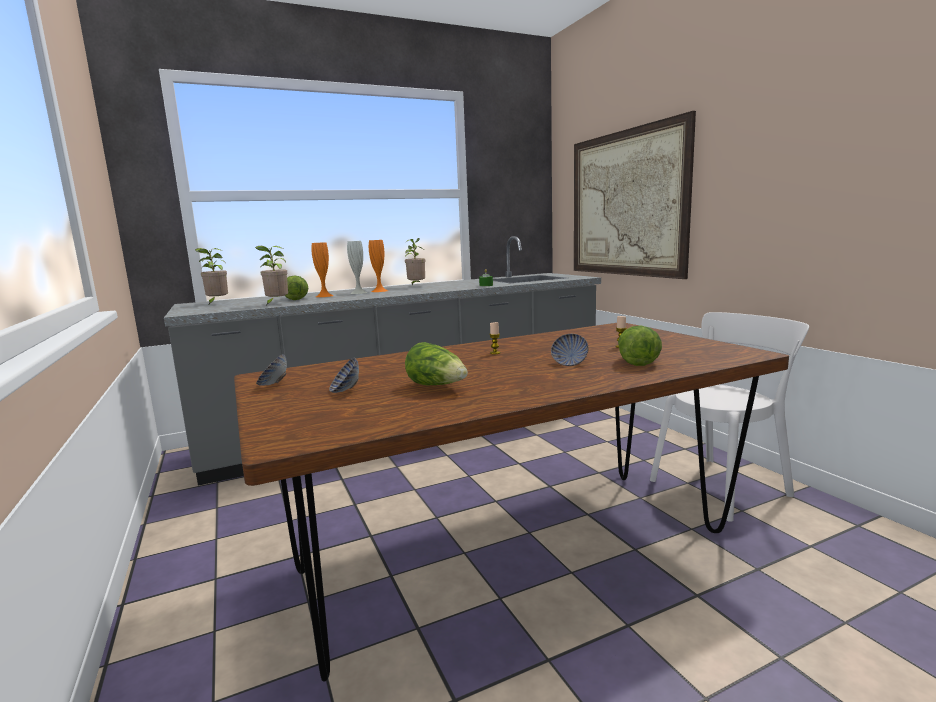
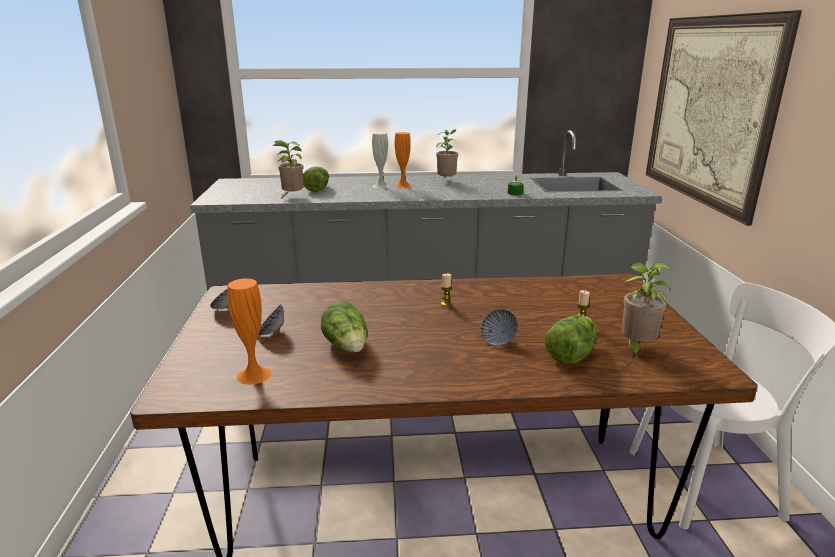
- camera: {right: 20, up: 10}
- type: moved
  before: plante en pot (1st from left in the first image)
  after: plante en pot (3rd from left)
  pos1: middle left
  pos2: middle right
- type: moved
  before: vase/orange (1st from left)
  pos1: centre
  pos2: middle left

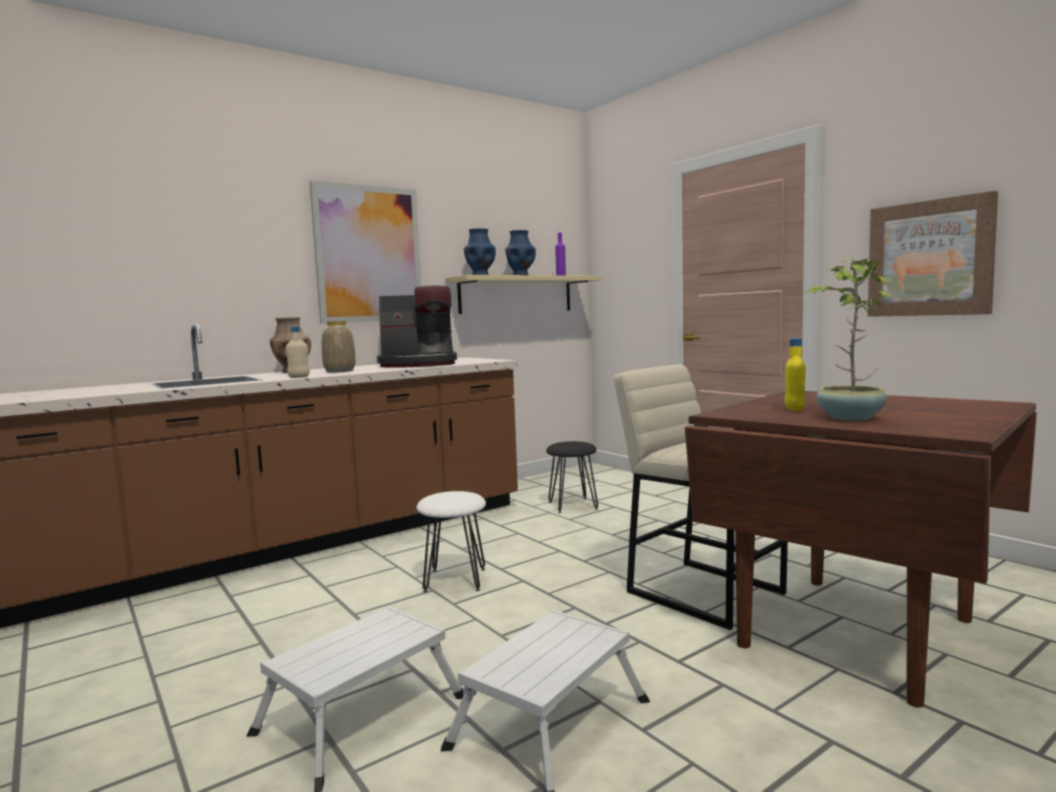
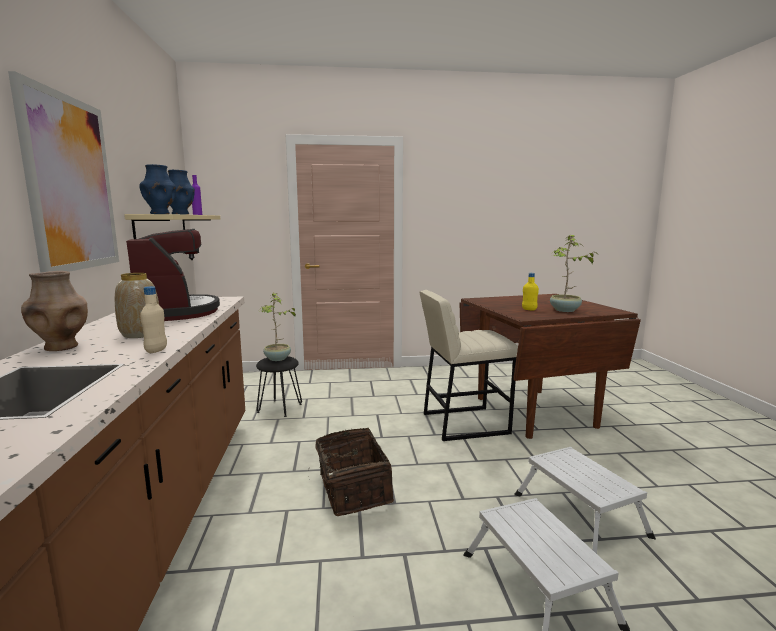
- camera: {right: -60, up: 5}
- type: removed
  before: tableau (2nd from left)
  pos1: top right
- type: added
  after: plante en pot (1st from left)
  pos2: centre
- type: replaced
  before: tabouret/blanc
  after: panier
  pos1: bottom centre
  pos2: bottom centre
- type: turned
  before: machine à café
  pos1: centre
  pos2: middle left
  turn: -45

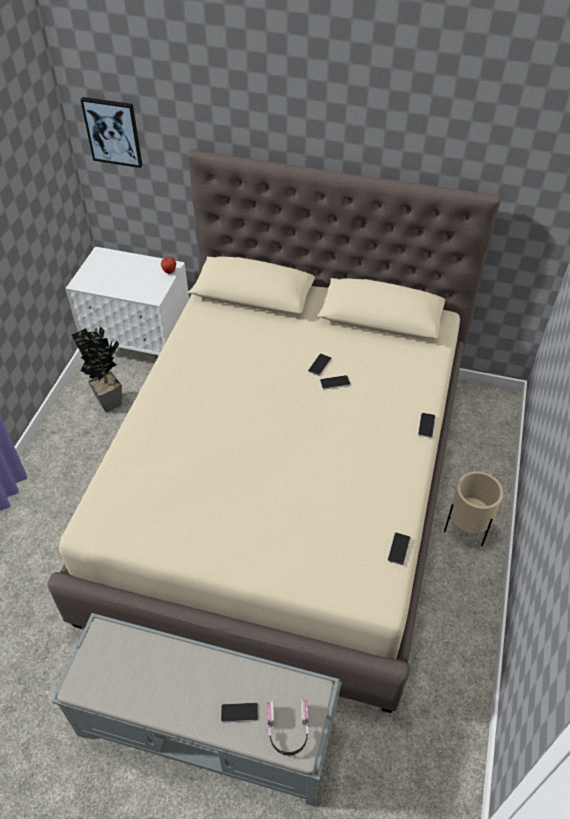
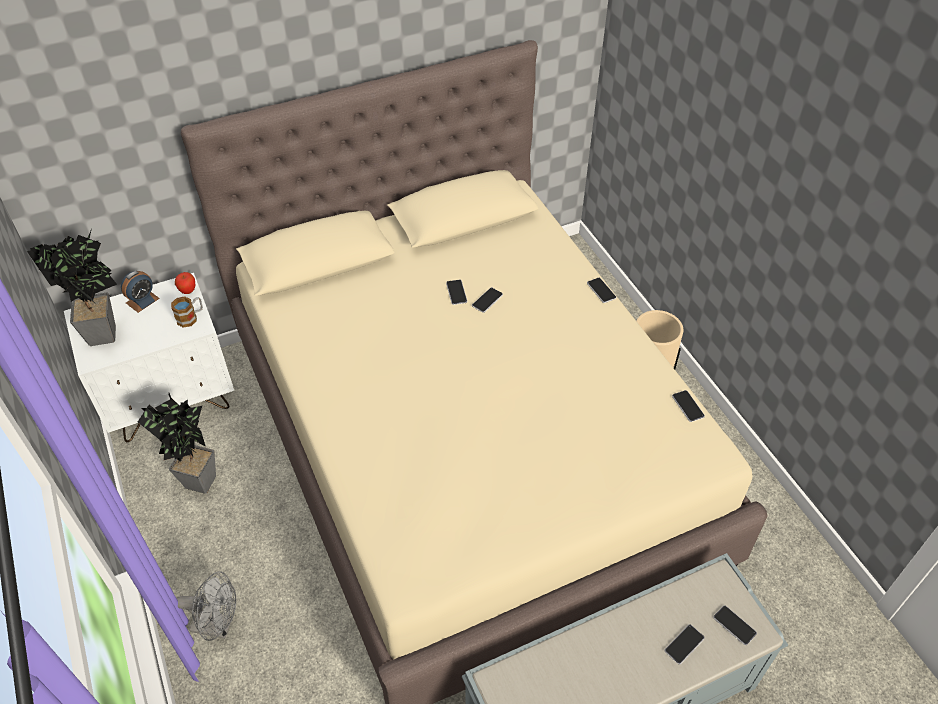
- camera: {right: -40, up: 0}
- type: removed
  before: tableau
  pos1: top left
- type: added
  after: plante en pot (1st from left)
  pos2: middle left
- type: added
  after: réveil
  pos2: middle left
- type: added
  after: mug
  pos2: middle left
- type: added
  after: ventilateur/gris
  pos2: bottom left
- type: replaced
  before: casque audio
  after: téléphone (6th from left)
  pos1: bottom centre
  pos2: bottom right

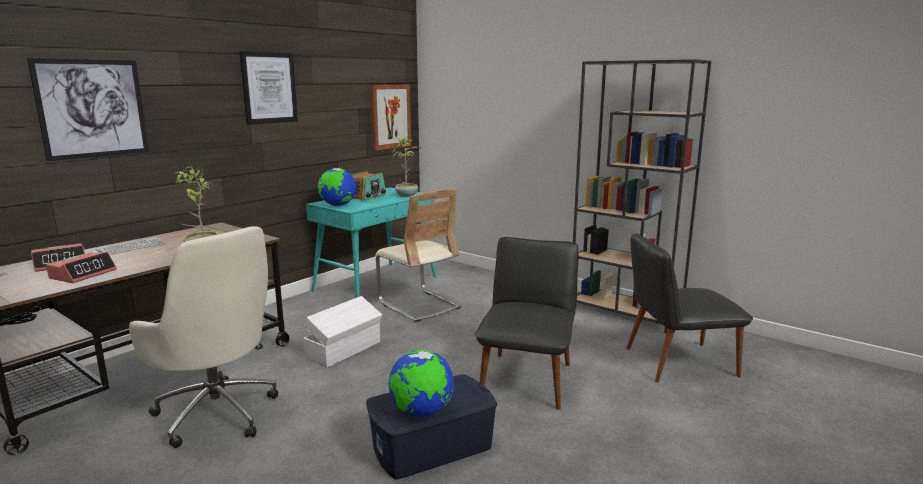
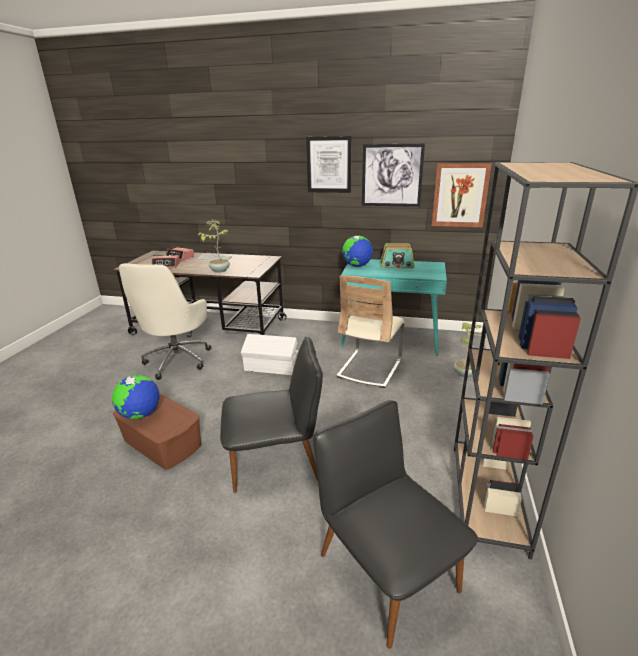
- camera: {right: 65, up: 10}
- type: moved
  before: tableau (1st from left in the first image)
  after: tableau (2nd from left)
  pos1: top left
  pos2: top centre
- type: moved
  before: plante en pot (2nd from left)
  pos1: centre
  pos2: middle right
- type: recoloured
  before: boîte de rangement/bleu
  after: boîte de rangement/marron
  pos1: bottom centre
  pos2: middle left

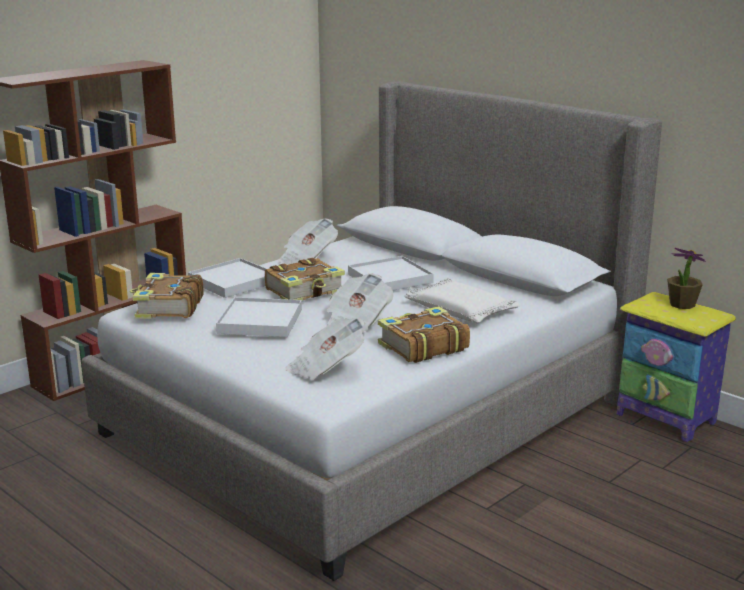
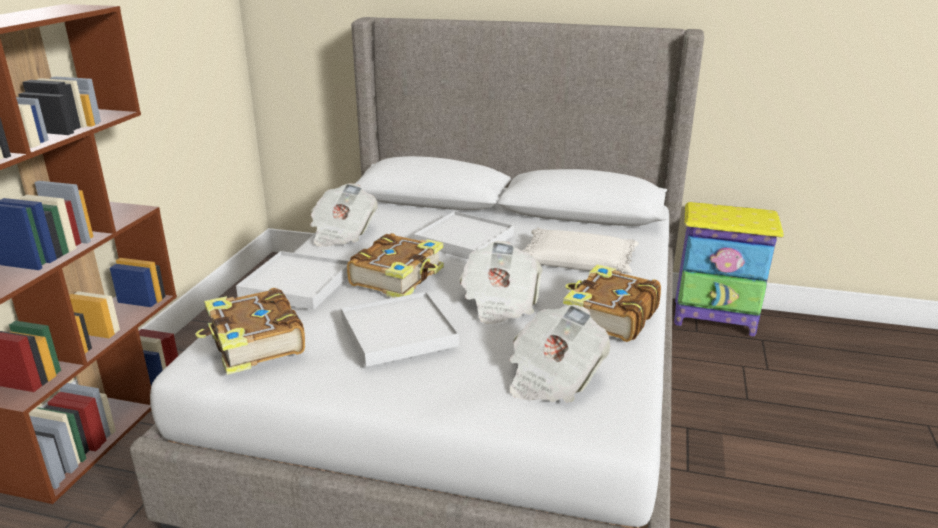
- camera: {right: -30, up: 5}
- type: removed
  before: plante en pot
  pos1: middle right

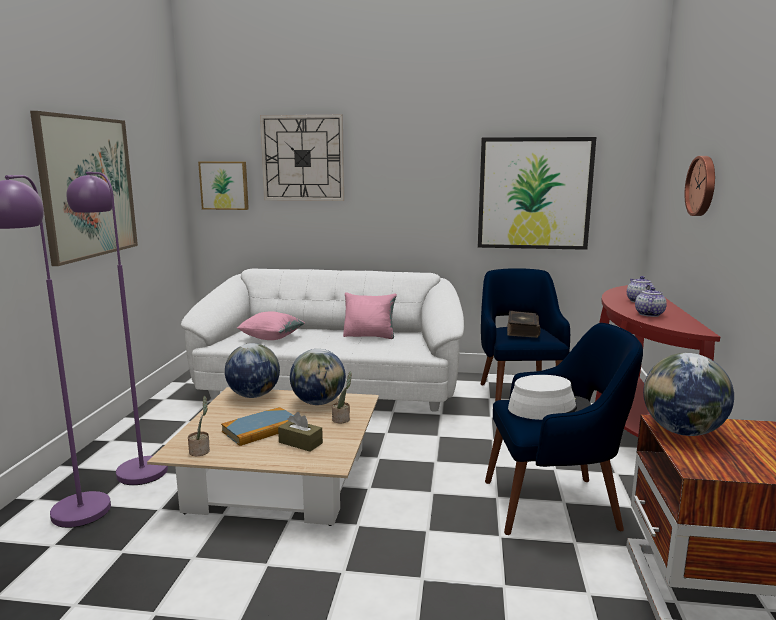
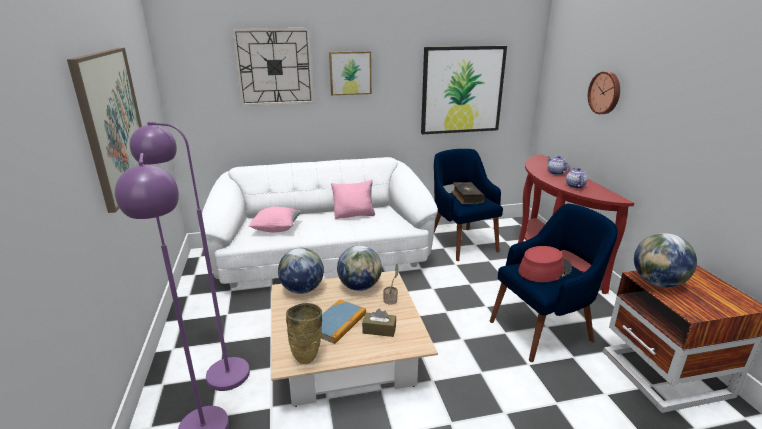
- camera: {right: -20, up: 10}
- type: moved
  before: tableau (2nd from left)
  pos1: top left
  pos2: top centre
- type: replaced
  before: plante en pot (1st from left)
  after: vase/beige
  pos1: bottom left
  pos2: bottom centre
- type: recoloured
  before: chapeau/blanc
  after: chapeau/rouge
  pos1: middle right
  pos2: middle right

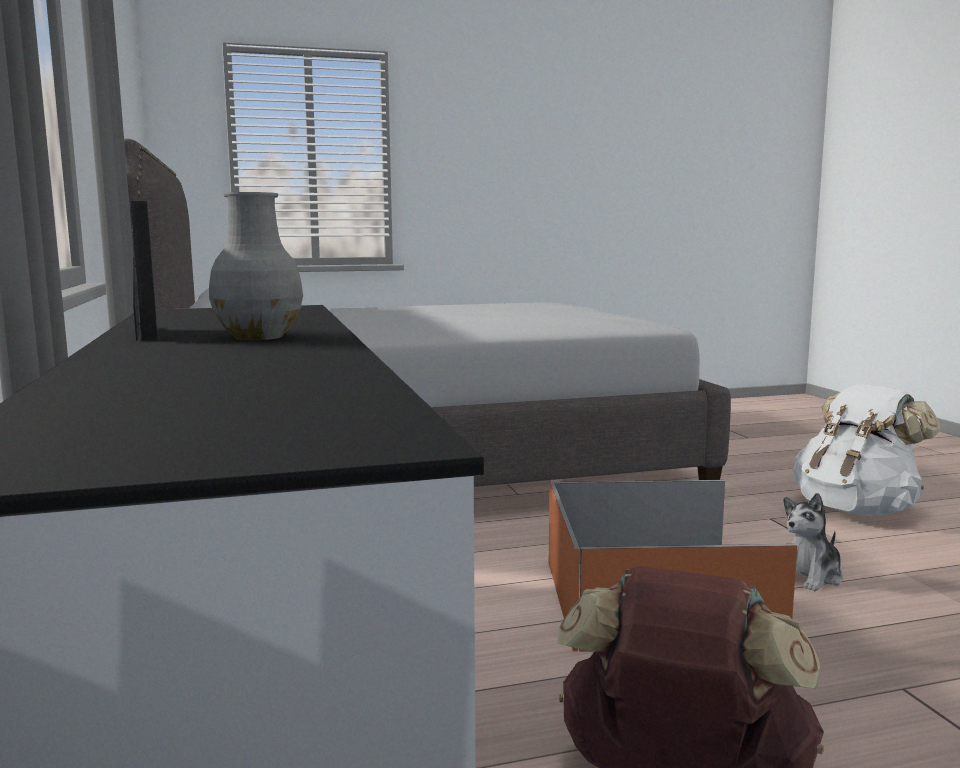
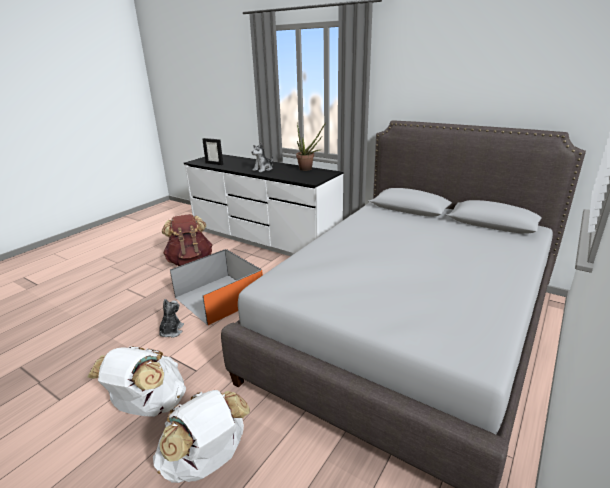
- camera: {right: 140, up: 15}
- type: added
  after: sac à dos/blanc (2nd from left)
  pos2: bottom left
- type: added
  after: plante en pot
  pos2: top centre
- type: moved
  before: cadre photo
  pos1: middle left
  pos2: top centre
- type: replaced
  before: vase/gris
  after: peluche (2nd from left)
  pos1: middle left
  pos2: top centre

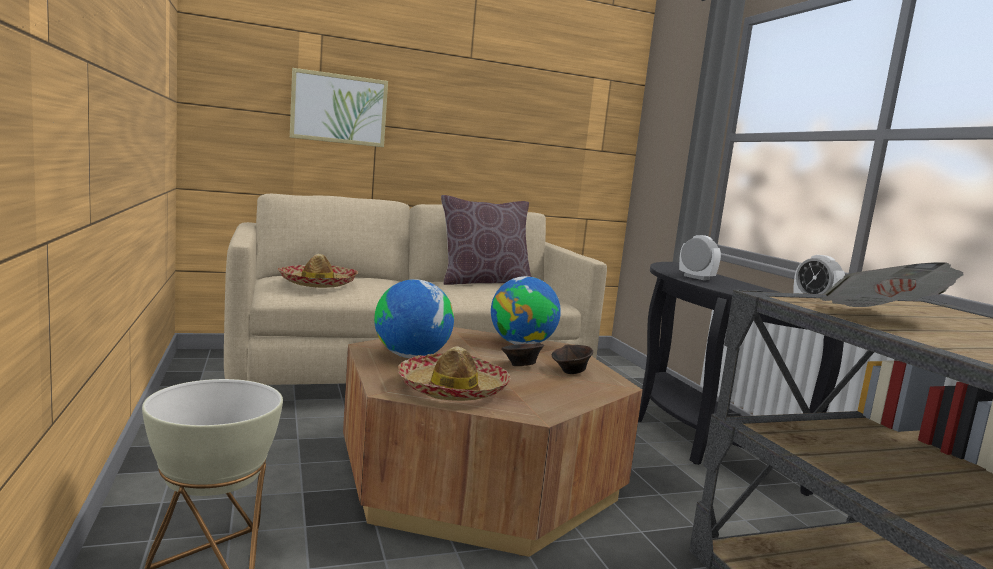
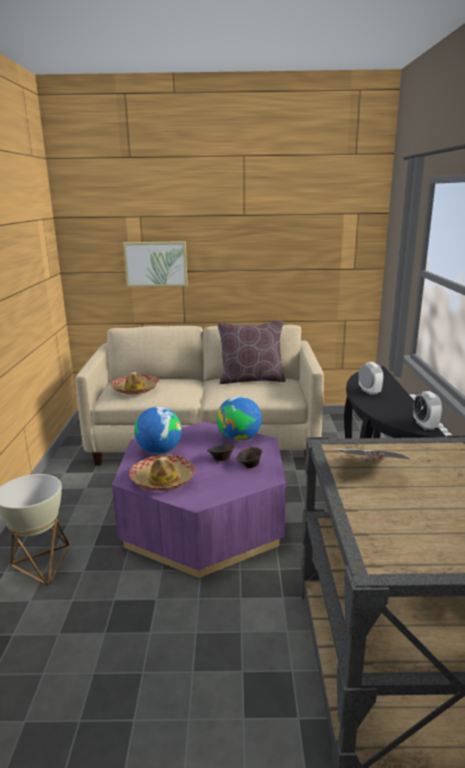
- camera: {right: 20, up: 10}
- type: recoloured
  before: table basse/marron
  after: table basse/violet
  pos1: bottom centre
  pos2: centre

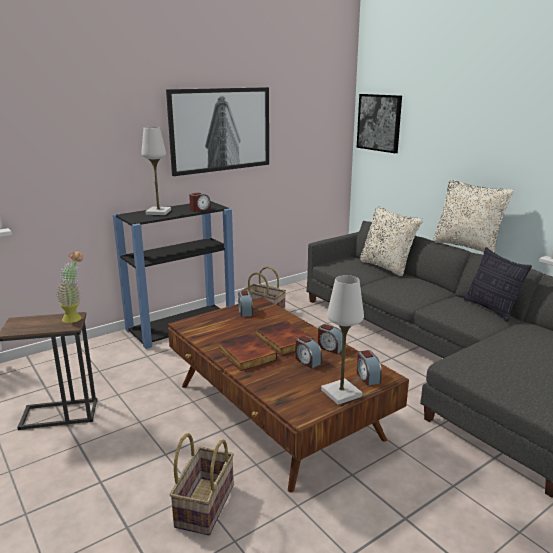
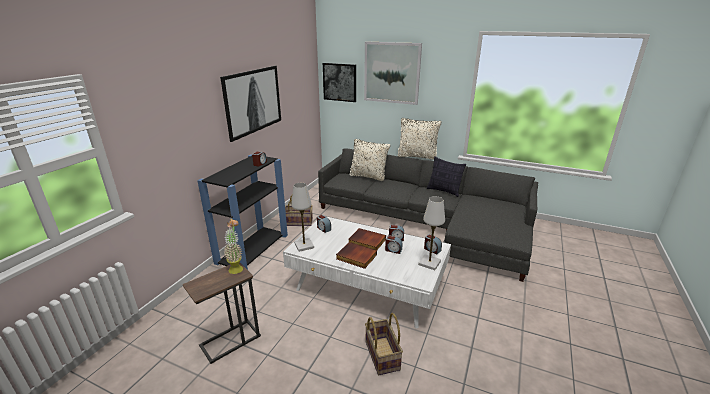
- camera: {right: -30, up: 5}
- type: added
  after: tableau (3rd from left)
  pos2: top centre
- type: moved
  before: lampe de table/blanc (1st from left)
  pos1: top left
  pos2: centre
- type: recoloured
  before: table basse/marron
  after: table basse/blanc
  pos1: bottom centre
  pos2: bottom centre

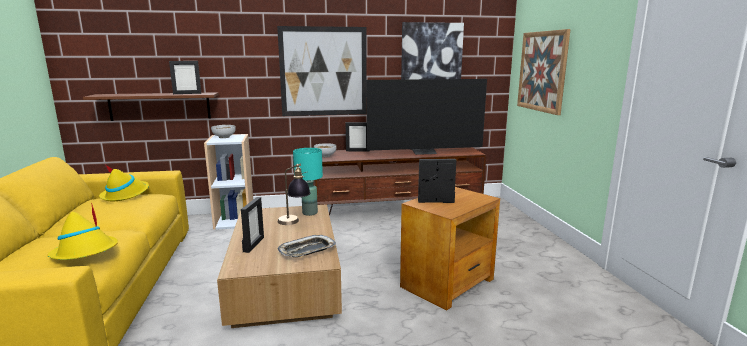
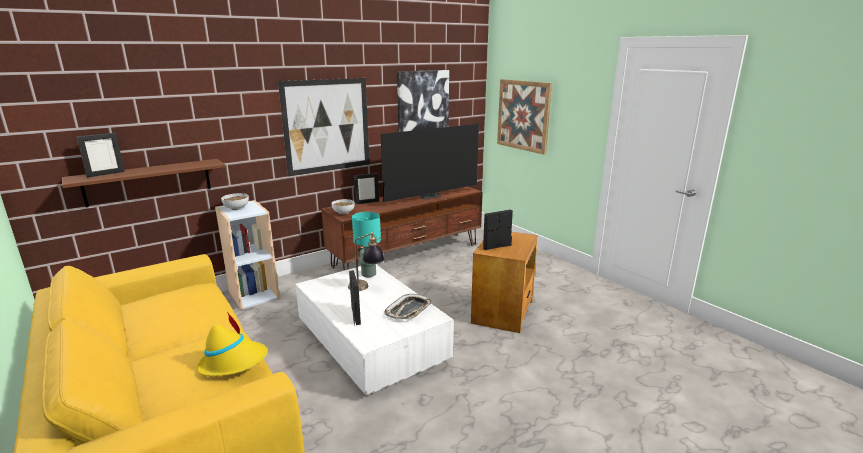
- camera: {right: -25, up: 5}
- type: removed
  before: chapeau/jaune (2nd from left)
  pos1: middle left
- type: moved
  before: cadre photo (1st from left)
  pos1: top left
  pos2: middle left
- type: recoloured
  before: table basse/marron
  after: table basse/blanc
  pos1: bottom centre
  pos2: bottom centre

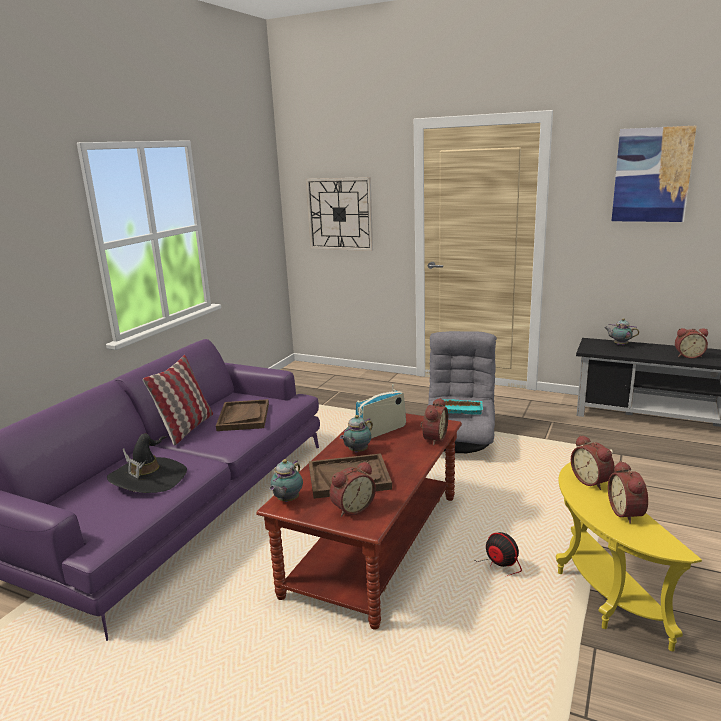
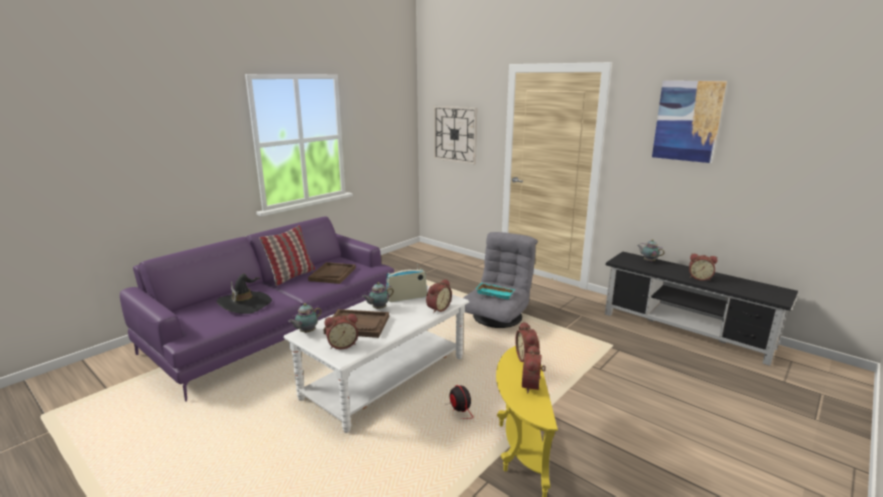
- camera: {right: 15, up: 0}
- type: recoloured
  before: table basse/marron
  after: table basse/blanc
  pos1: bottom centre
  pos2: bottom centre

